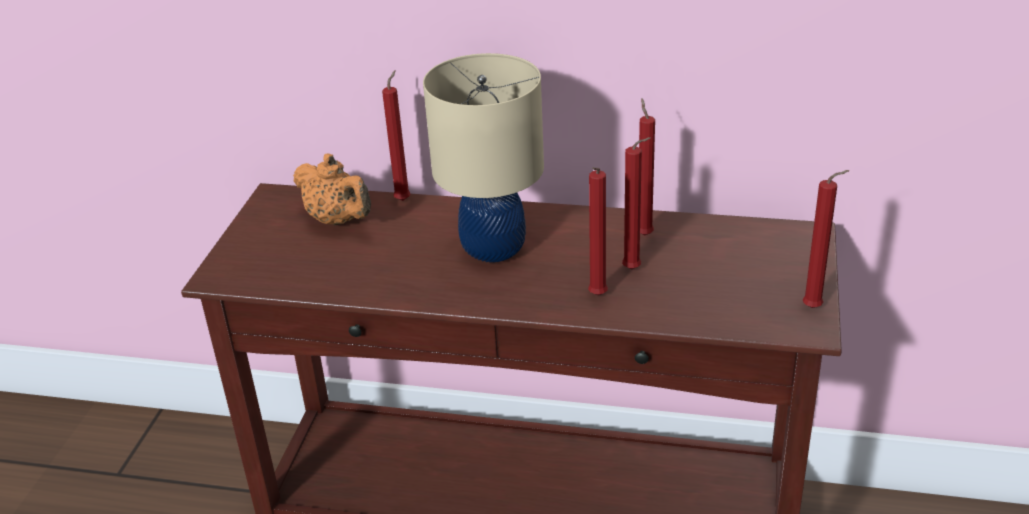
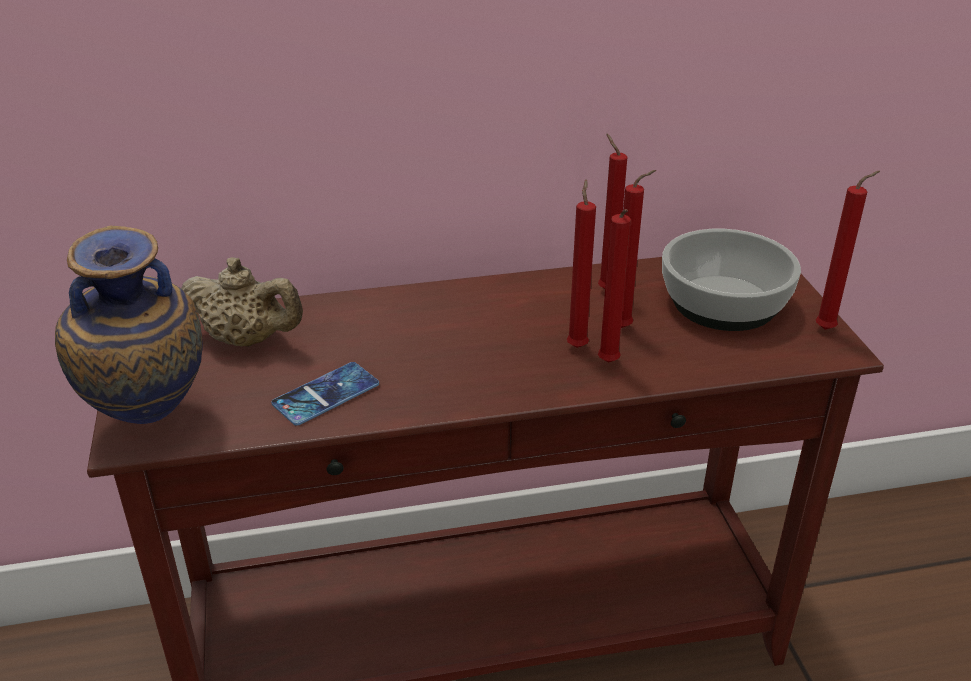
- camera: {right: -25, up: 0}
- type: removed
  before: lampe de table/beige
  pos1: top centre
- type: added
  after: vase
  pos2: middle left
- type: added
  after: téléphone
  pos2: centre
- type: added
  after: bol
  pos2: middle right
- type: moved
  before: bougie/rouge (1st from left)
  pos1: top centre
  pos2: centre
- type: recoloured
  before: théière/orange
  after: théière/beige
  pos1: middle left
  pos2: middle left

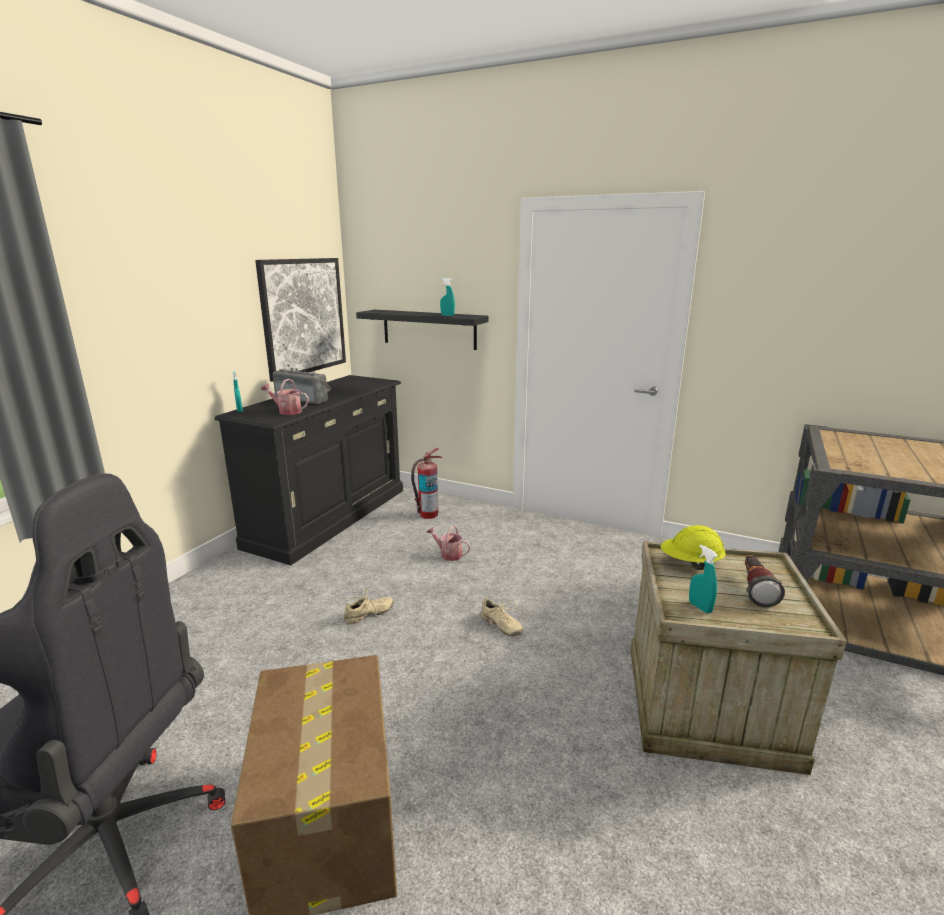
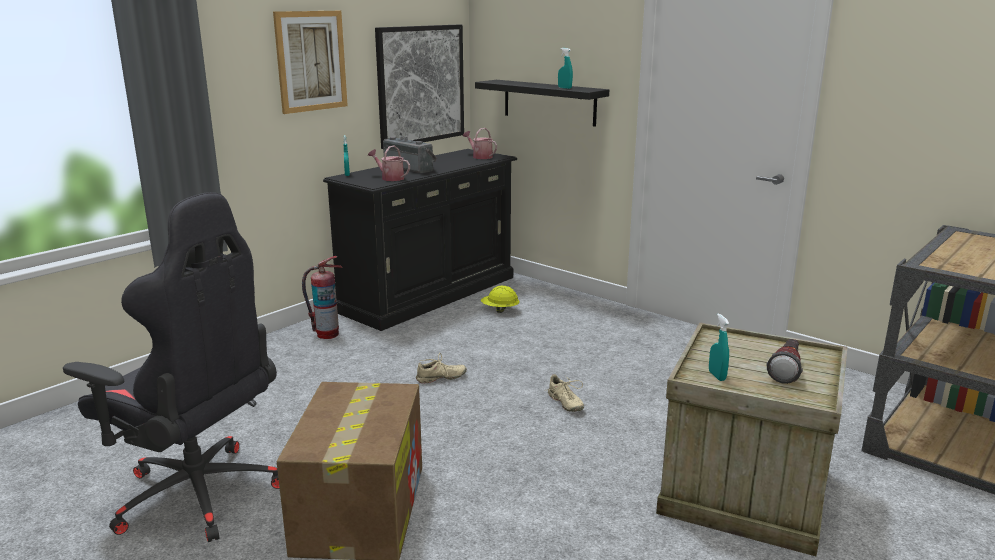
- camera: {right: 15, up: 0}
- type: added
  after: tableau (1st from left)
  pos2: top left
- type: moved
  before: extincteur
  pos1: centre
  pos2: middle left
- type: moved
  before: arrosoir (2nd from left)
  pos1: centre
  pos2: top centre
- type: moved
  before: casque de chantier/jaune
  pos1: middle right
  pos2: centre

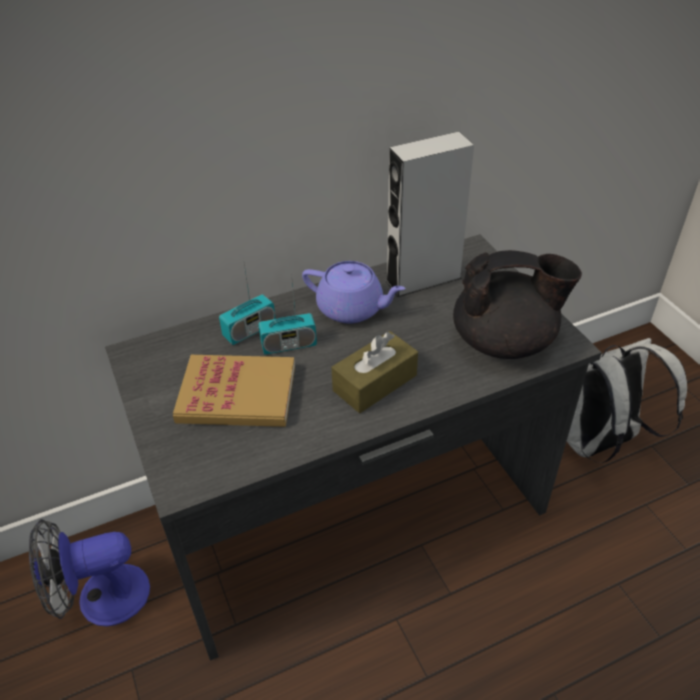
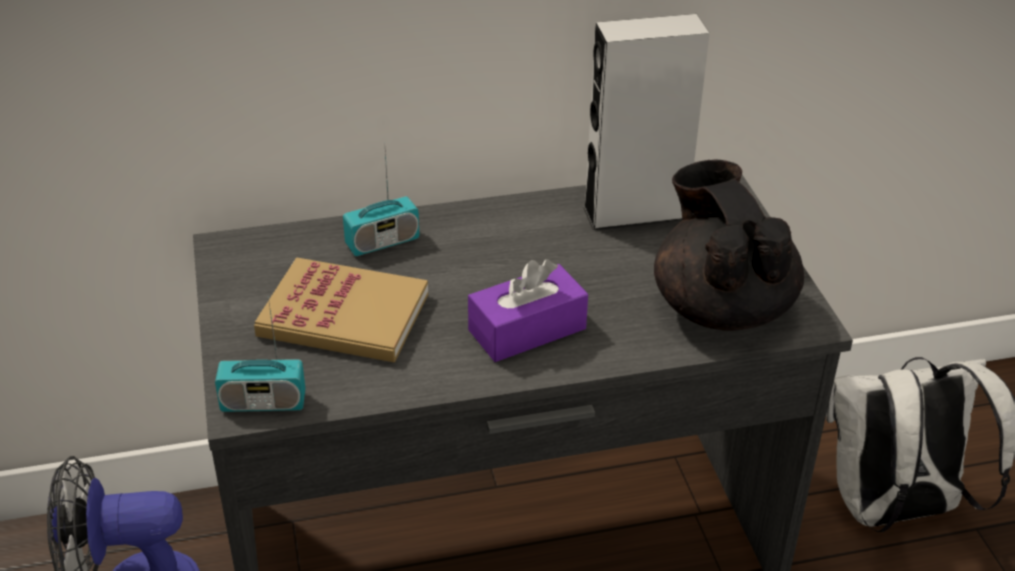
- camera: {right: 10, up: -5}
- type: removed
  before: théière/violet
  pos1: centre
- type: moved
  before: radio (2nd from left in the first image)
  after: radio (1st from left)
  pos1: centre
  pos2: middle left
- type: recoloured
  before: boîte à mouchoirs/marron
  after: boîte à mouchoirs/violet
  pos1: centre
  pos2: centre
- type: turned
  before: théière/noir
  pos1: middle right
  pos2: middle right
  turn: -120

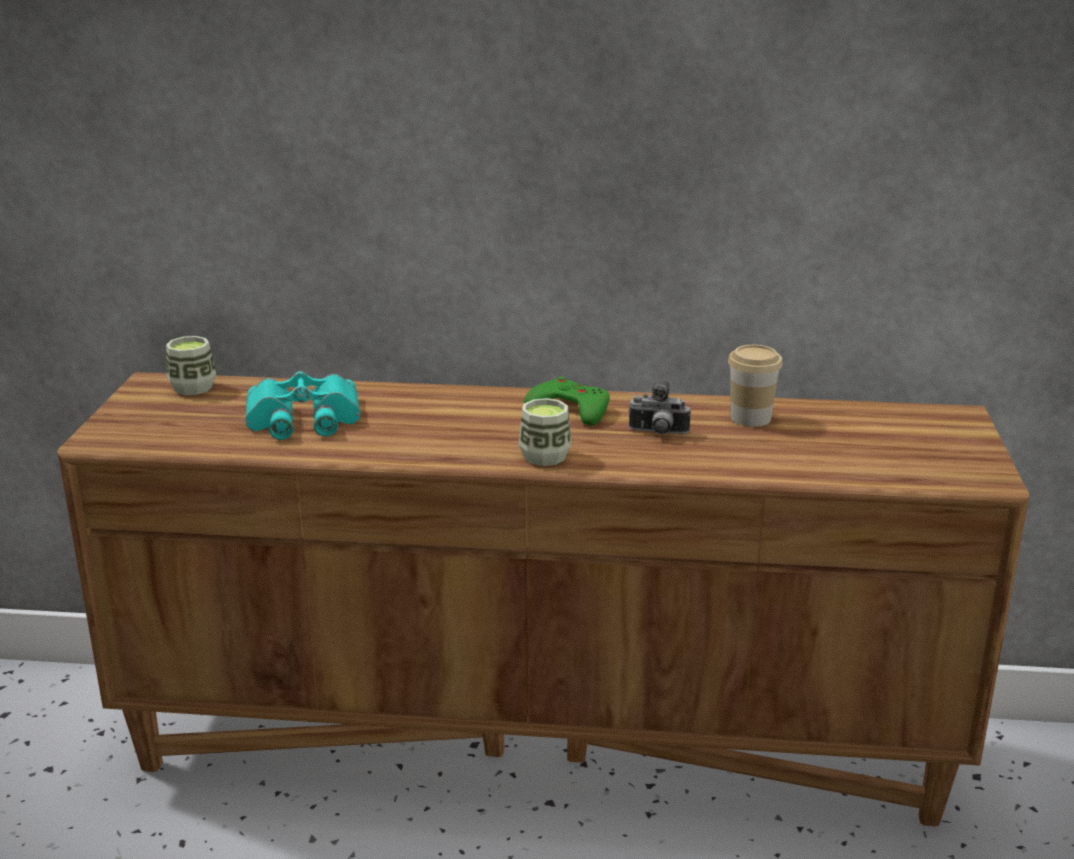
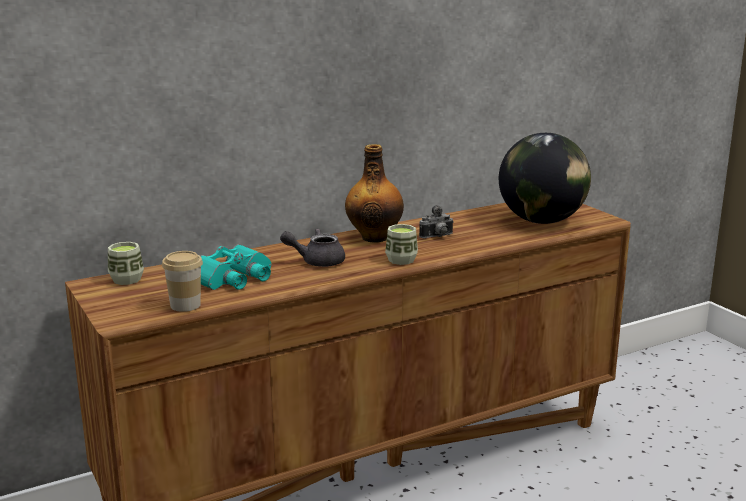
- camera: {right: -35, up: -5}
- type: added
  after: théière/gris
  pos2: centre
- type: added
  after: globe
  pos2: middle right
- type: moved
  before: tasse (3rd from left in the first image)
  after: tasse (2nd from left)
  pos1: middle right
  pos2: middle left
- type: replaced
  before: manette/vert
  after: bouteille
  pos1: centre
  pos2: centre

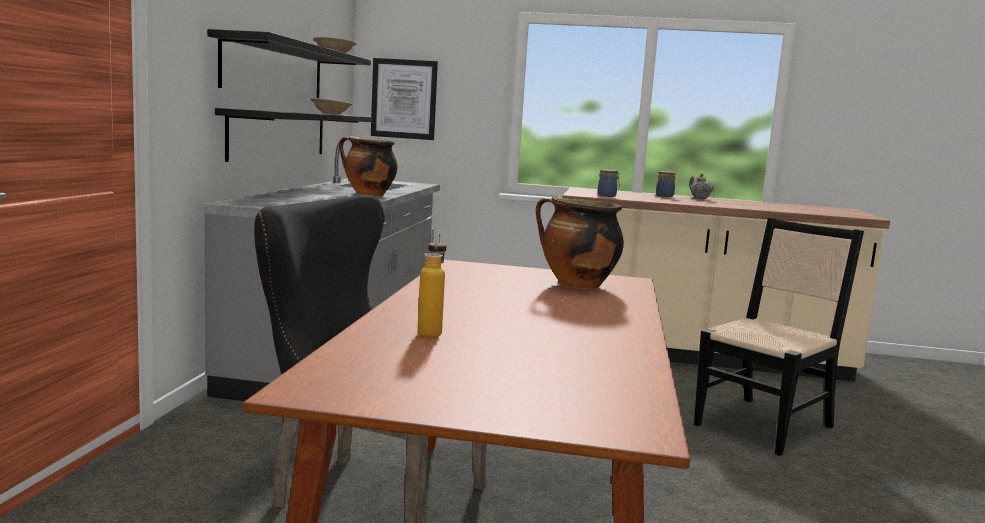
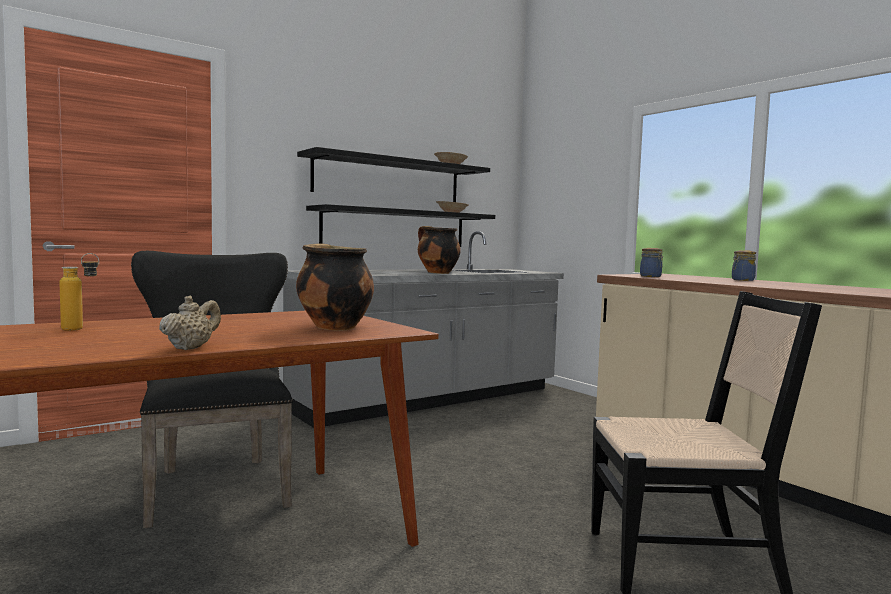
- camera: {right: 45, up: -5}
- type: removed
  before: tableau
  pos1: top centre
- type: moved
  before: théière/beige
  pos1: middle right
  pos2: middle left

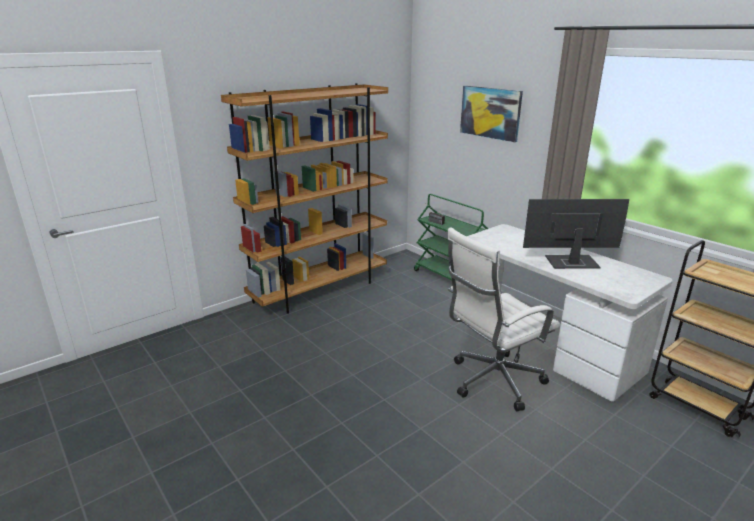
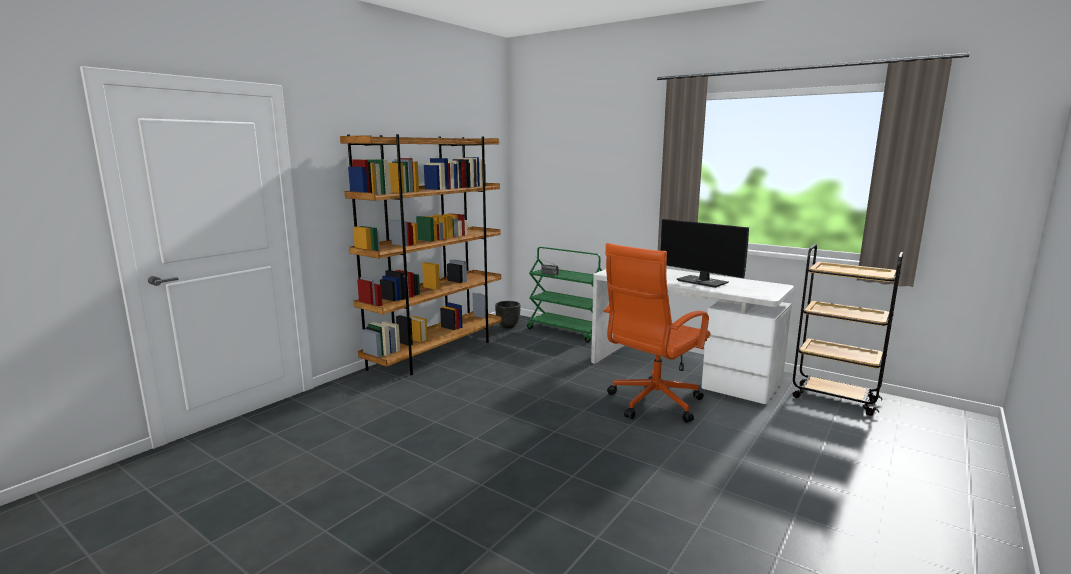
- camera: {right: -15, up: -10}
- type: removed
  before: tableau
  pos1: top centre
- type: added
  after: cache-pot/noir
  pos2: centre
- type: recoloured
  before: chaise de bureau/blanc
  after: chaise de bureau/orange
  pos1: middle right
  pos2: centre
- type: turned
  before: écran d'ordinateur
  pos1: middle right
  pos2: centre
  turn: -120

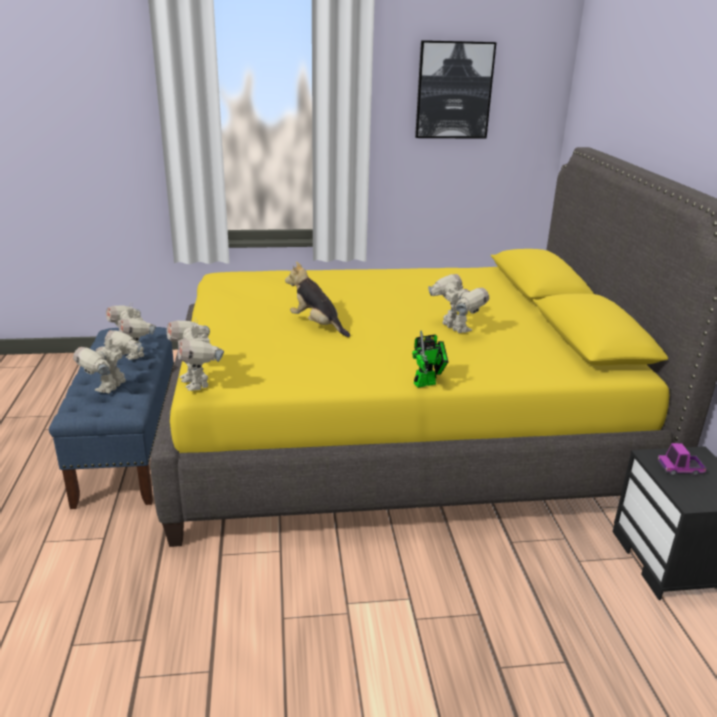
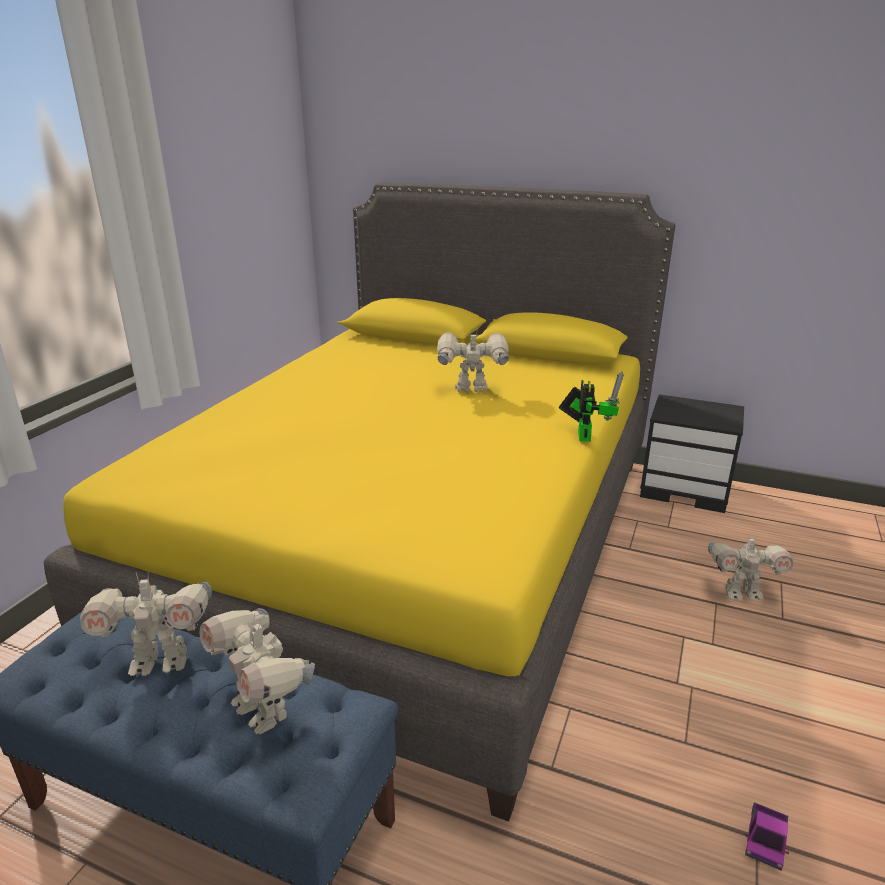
- camera: {right: -60, up: 0}
- type: removed
  before: peluche
  pos1: centre
- type: removed
  before: tableau
  pos1: top centre
- type: moved
  before: robot jouet (3rd from left in the first image)
  after: robot jouet (5th from left)
  pos1: middle left
  pos2: middle right
- type: moved
  before: camion jouet
  pos1: middle right
  pos2: bottom right

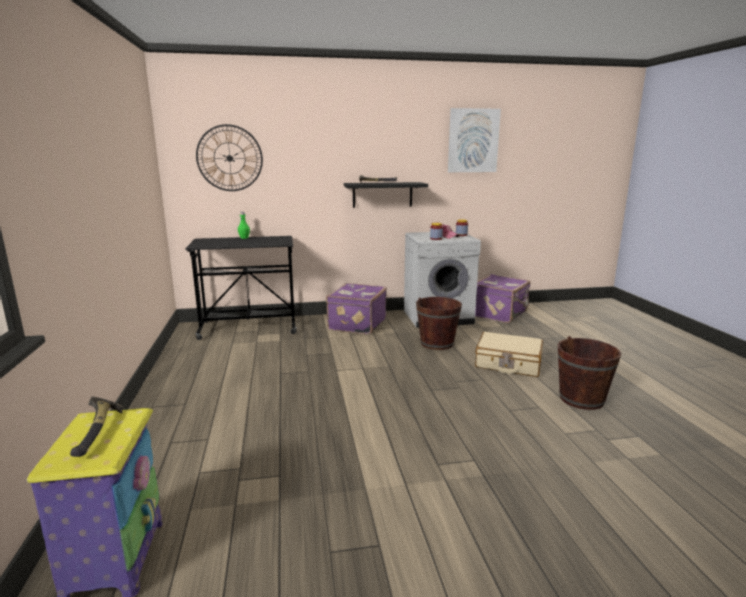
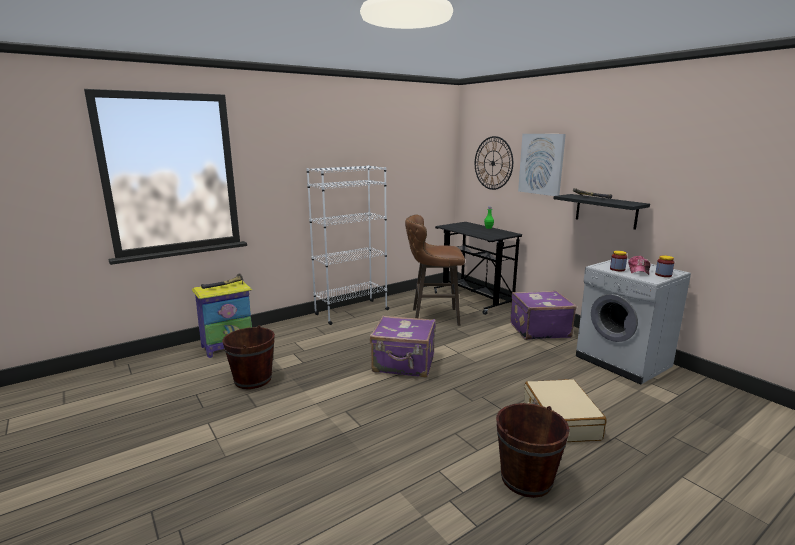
- camera: {right: 65, up: 0}
- type: added
  after: bibliothèque/blanc
  pos2: centre
- type: added
  after: tabouret/marron
  pos2: centre
- type: moved
  before: seau/marron (1st from left)
  pos1: centre
  pos2: middle left
- type: moved
  before: tableau
  pos1: top centre
  pos2: top right
- type: moved
  before: valise/violet (2nd from left in the first image)
  after: valise/violet (1st from left)
  pos1: middle right
  pos2: centre

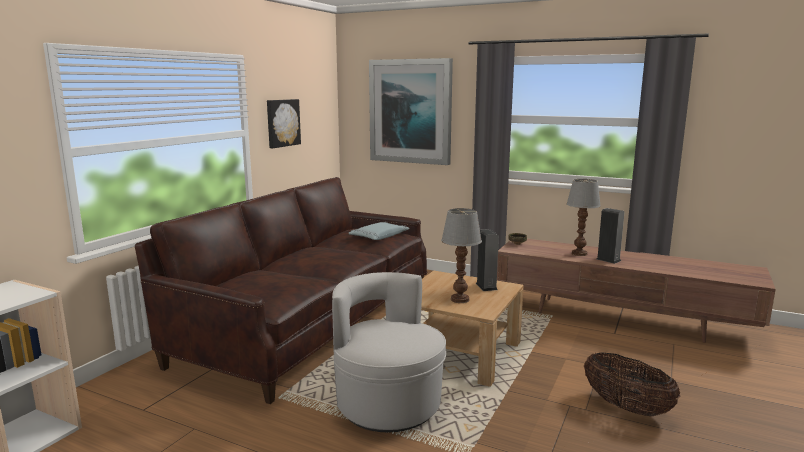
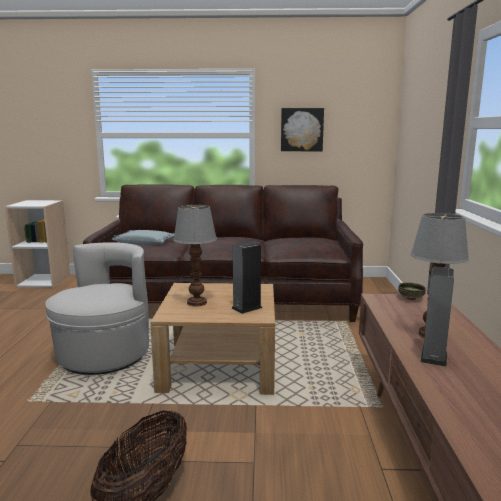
- camera: {right: 65, up: 0}
- type: removed
  before: tableau (2nd from left)
  pos1: top centre
- type: moved
  before: coussin/bleu
  pos1: centre
  pos2: middle left

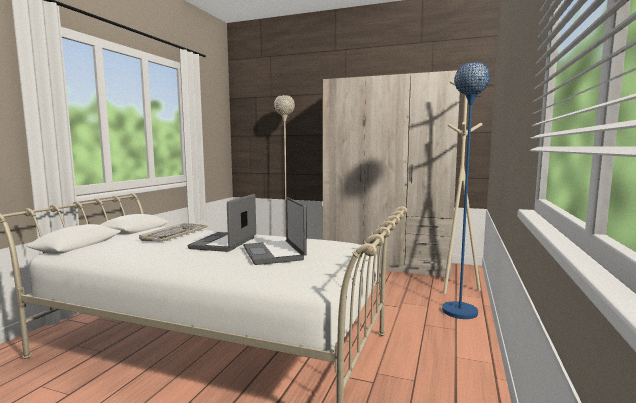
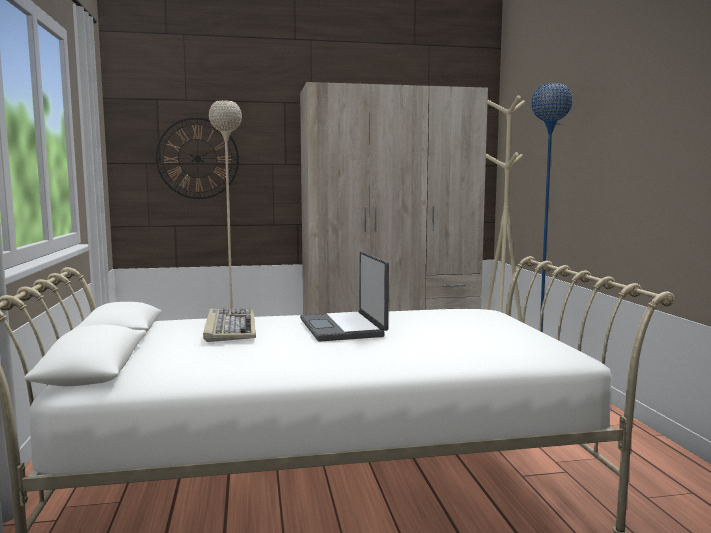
- camera: {right: -30, up: 0}
- type: removed
  before: ordinateur portable (2nd from left)
  pos1: centre
- type: added
  after: horloge murale
  pos2: top left

